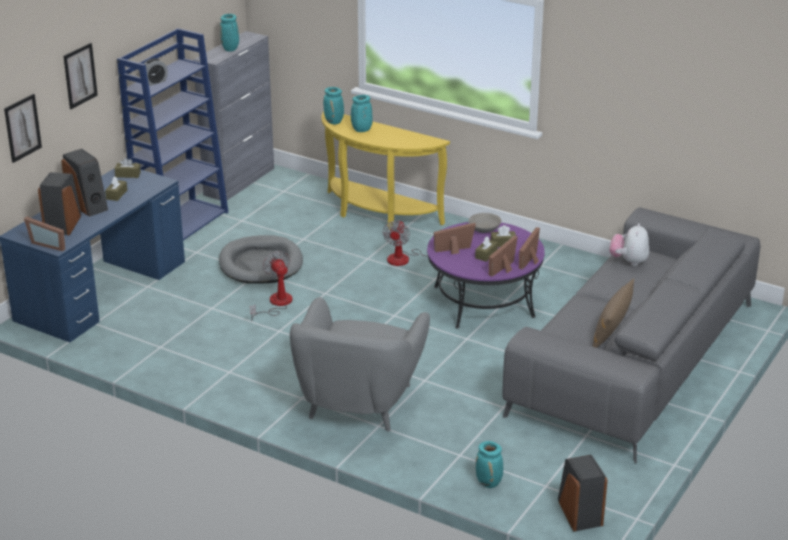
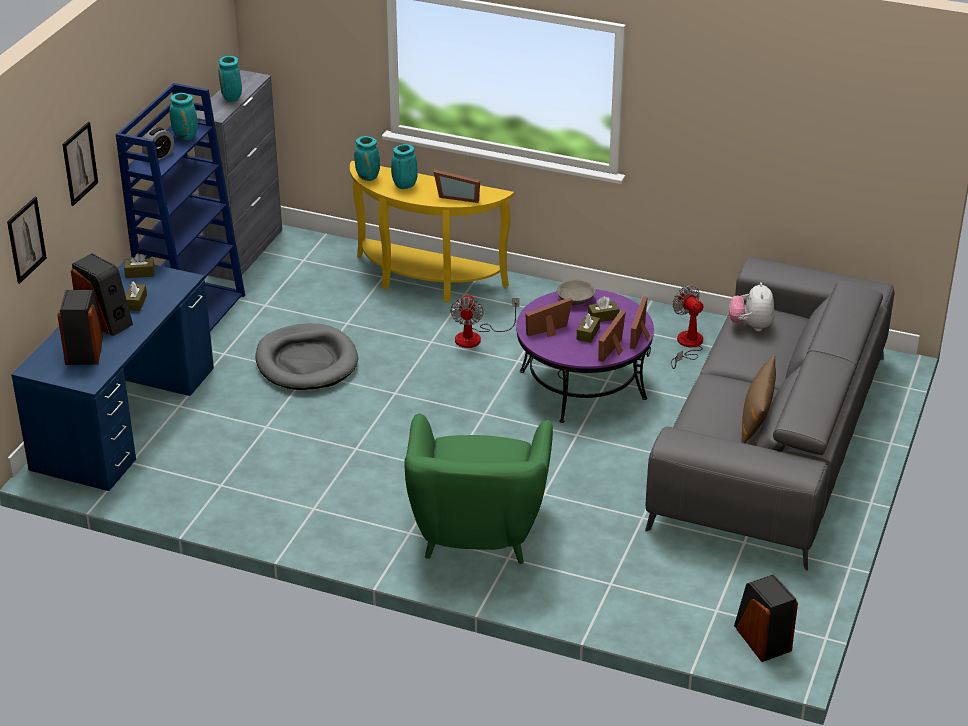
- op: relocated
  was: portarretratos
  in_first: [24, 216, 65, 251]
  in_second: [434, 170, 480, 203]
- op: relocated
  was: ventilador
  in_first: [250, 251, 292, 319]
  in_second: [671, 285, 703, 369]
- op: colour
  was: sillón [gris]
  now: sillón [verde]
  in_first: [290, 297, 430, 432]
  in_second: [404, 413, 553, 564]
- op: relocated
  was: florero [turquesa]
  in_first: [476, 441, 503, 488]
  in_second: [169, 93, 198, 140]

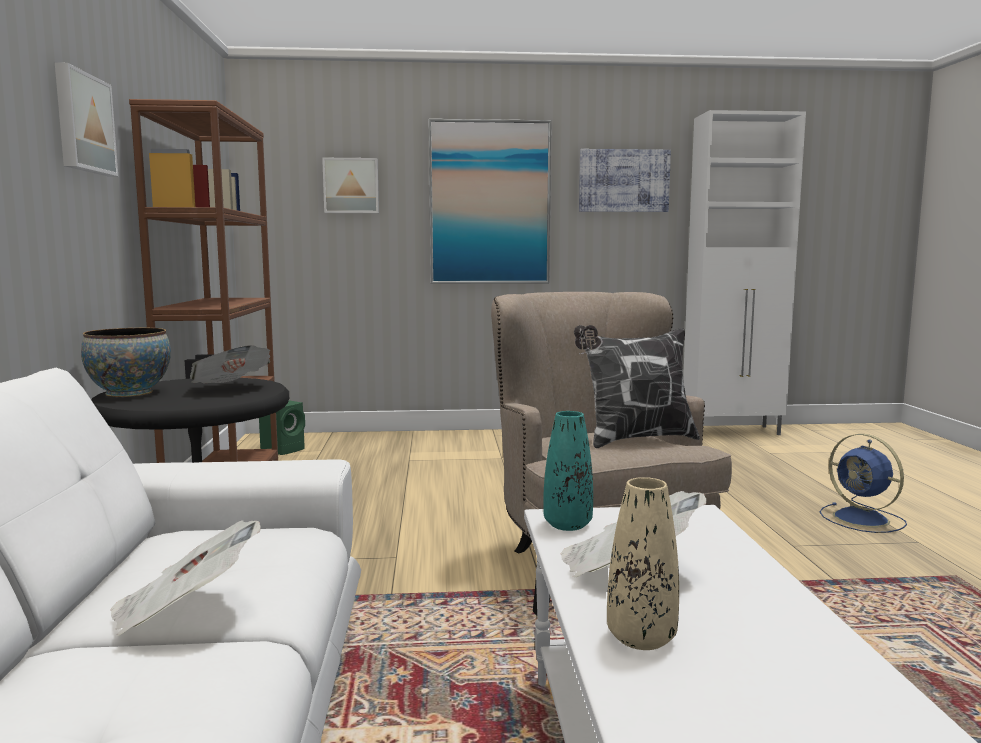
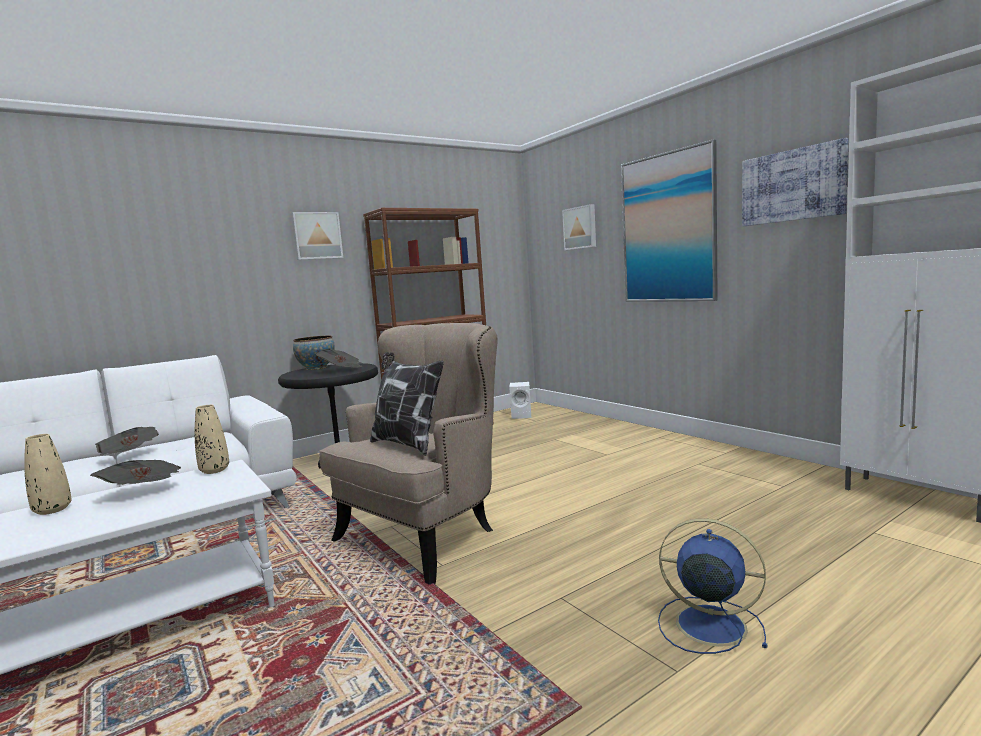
- op: colour
  was: altavoz [verde]
  now: altavoz [blanco]
  in_first: [259, 400, 305, 455]
  in_second: [509, 382, 531, 419]
- op: colour
  was: florero [turquesa]
  now: florero [beis]
  in_first: [543, 411, 593, 531]
  in_second: [195, 405, 229, 474]
- op: spun
  was: ventilador [azul]
  in_first: [820, 434, 907, 533]
  in_second: [658, 518, 768, 654]
  clockwise: 90

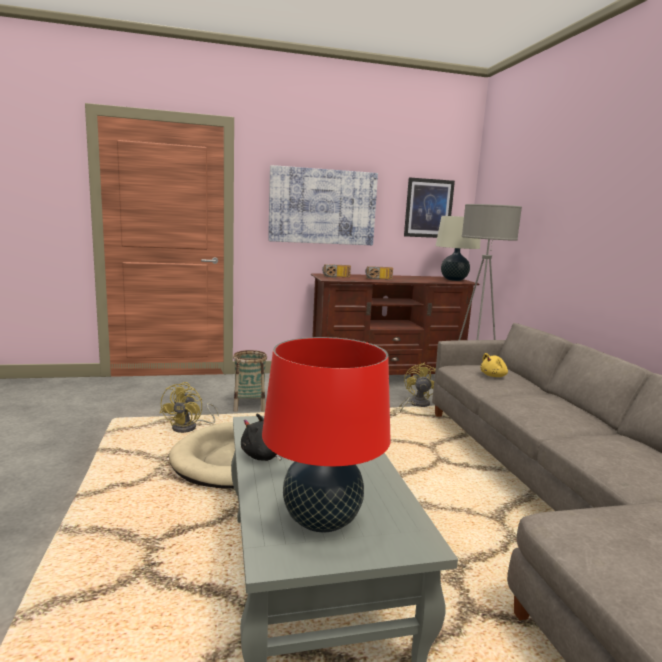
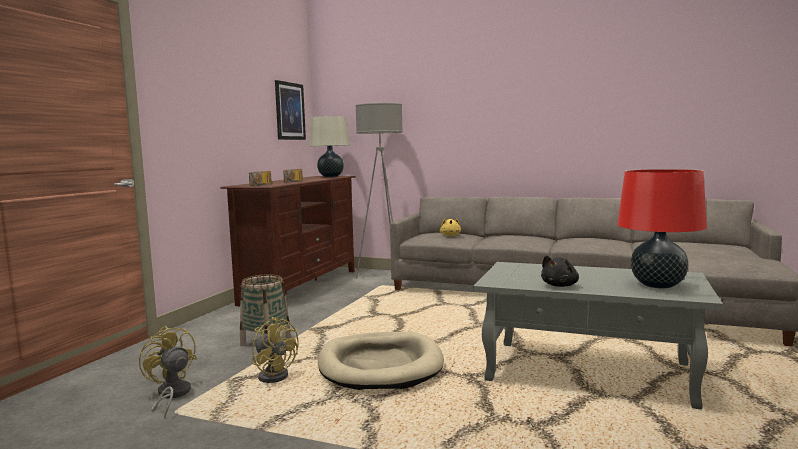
- op: missing
  was: cuadro
  in_first: [268, 165, 378, 245]
- op: relocated
  was: ventilador [amarillo]
  in_first: [399, 362, 436, 412]
  in_second: [139, 326, 197, 418]

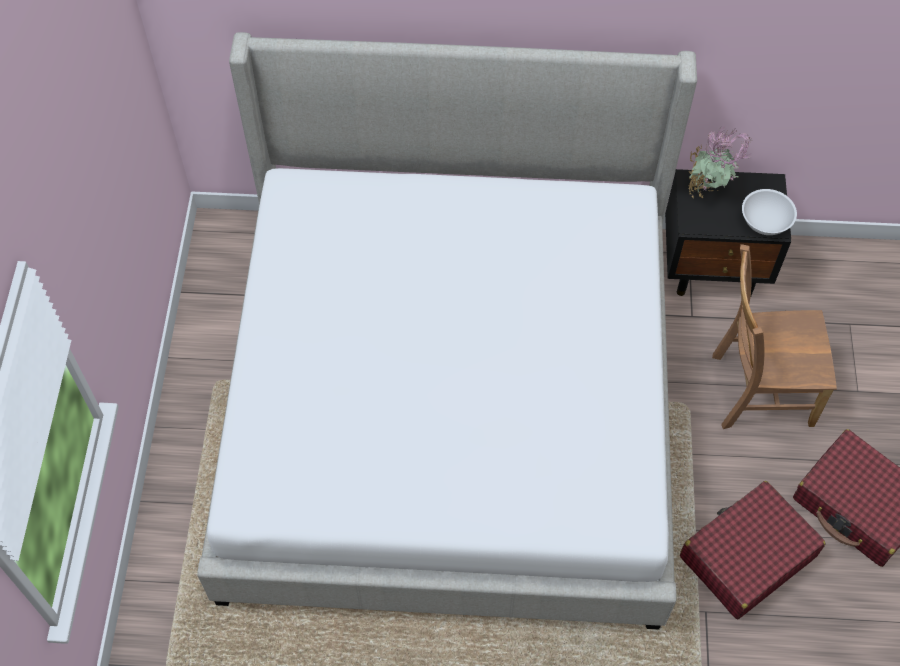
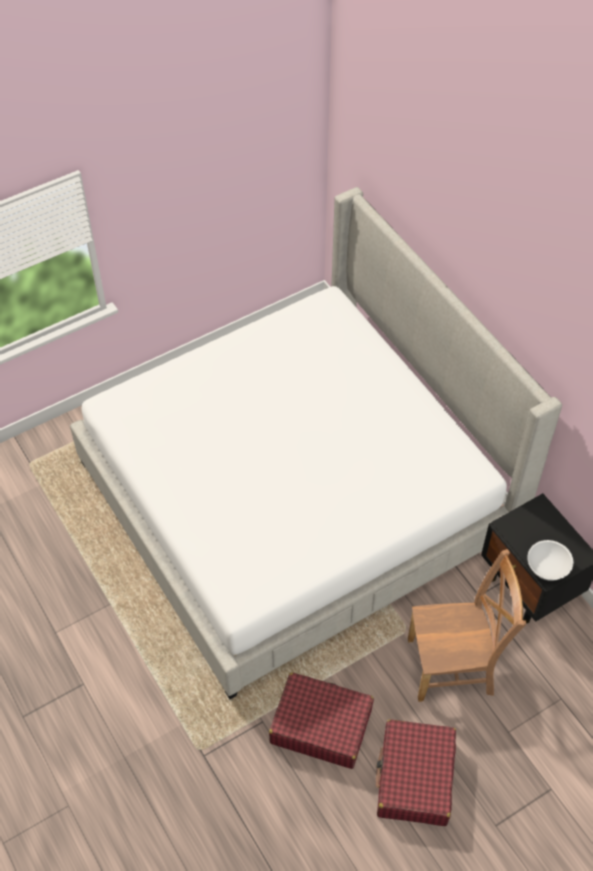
- op: missing
  was: planta en maceta
  in_first: [688, 125, 752, 198]
- op: spun
  was: silla [marrón]
  in_first: [712, 244, 837, 429]
  in_second: [408, 549, 526, 702]
  clockwise: 120

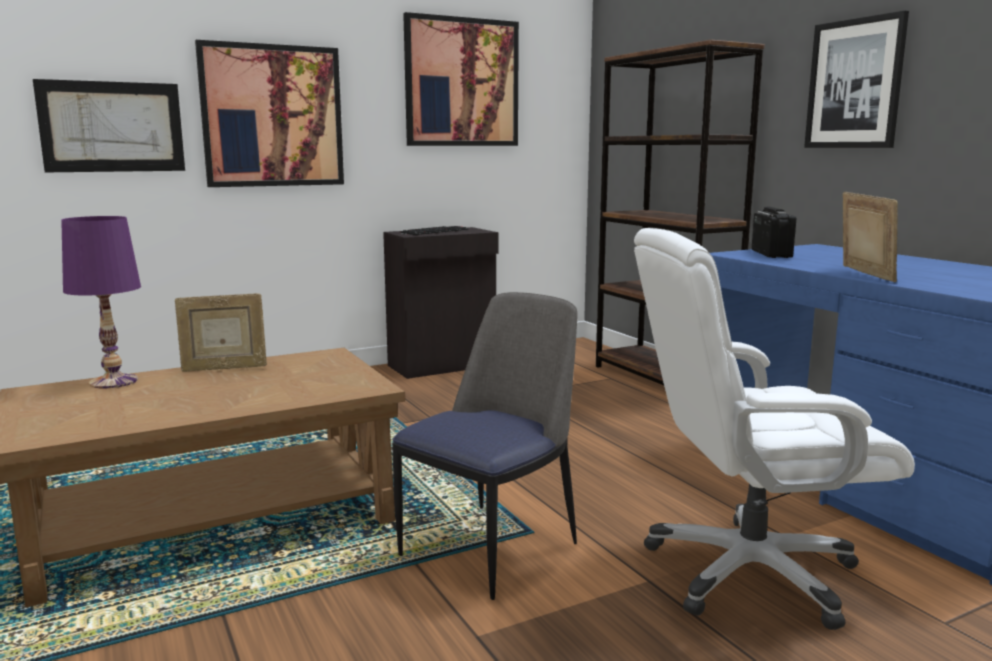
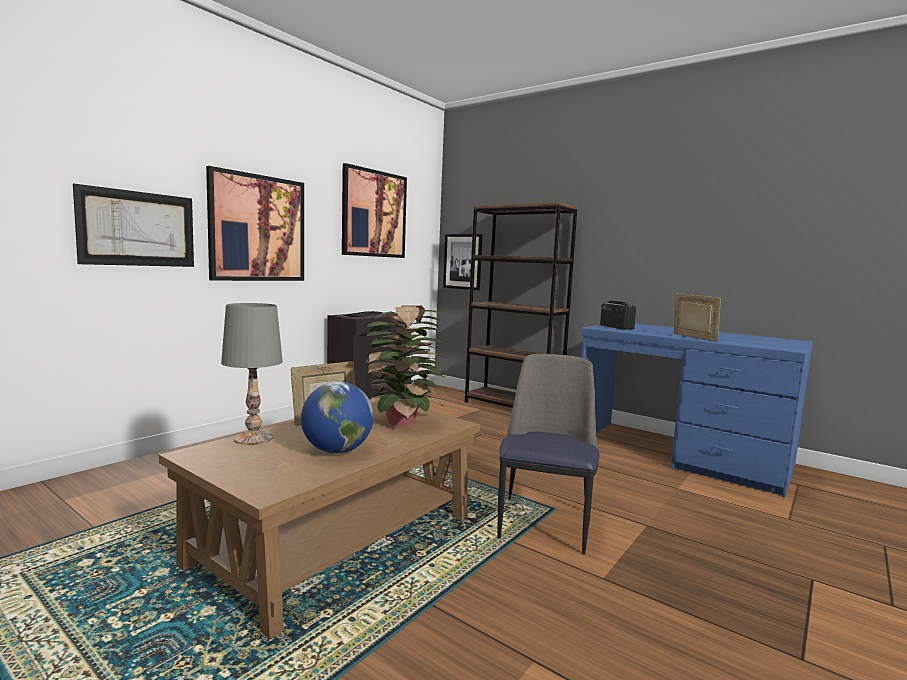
- op: relocated
  was: cuadro
  in_first: [804, 11, 909, 148]
  in_second: [443, 234, 483, 290]
- op: colour
  was: lámpara de mesa [morado]
  now: lámpara de mesa [gris]
  in_first: [61, 216, 141, 389]
  in_second: [221, 303, 283, 445]
- op: missing
  was: silla de oficina [blanco]
  in_first: [634, 228, 915, 630]
- op: appeared
  now: planta en maceta
  in_second: [365, 305, 445, 426]
- op: appeared
  now: globo terráqueo
  in_second: [301, 382, 374, 453]

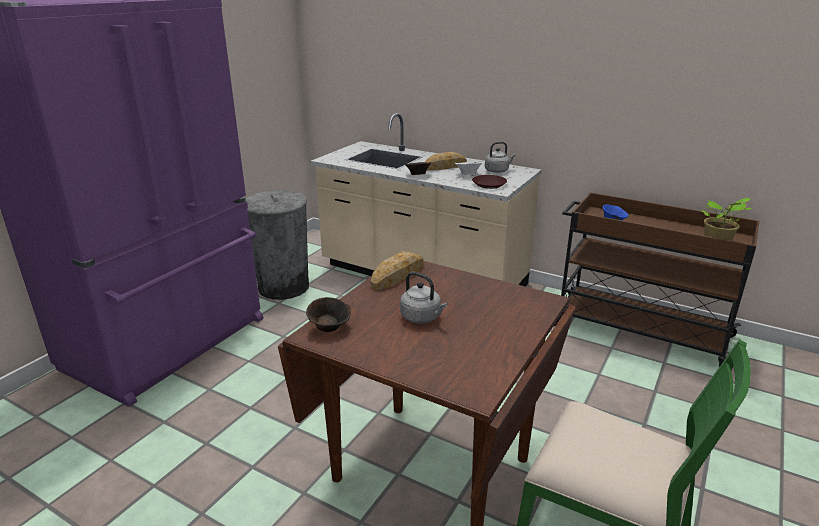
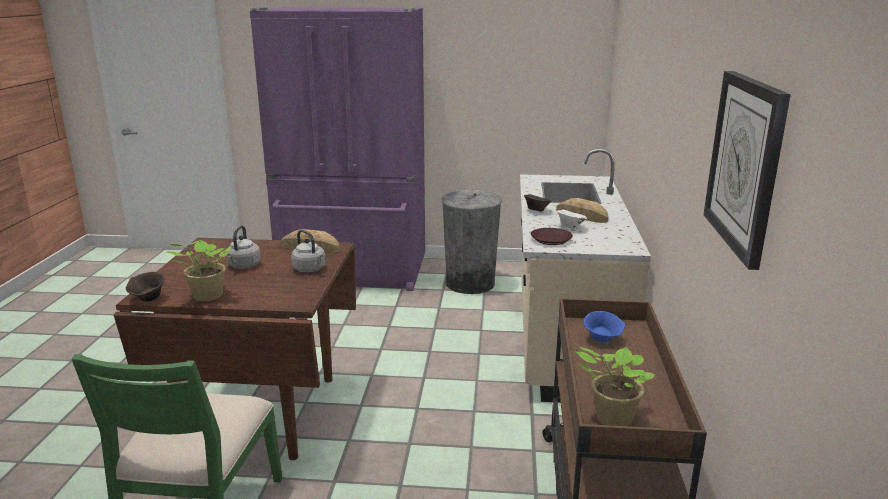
- op: relocated
  was: hervidor [gris]
  in_first: [485, 142, 516, 173]
  in_second: [291, 230, 326, 272]
- op: relocated
  was: cuenco [marrón]
  in_first: [306, 297, 351, 332]
  in_second: [126, 272, 165, 302]
- op: appeared
  now: reloj de pared
  in_second: [704, 71, 791, 270]
- op: appeared
  now: planta en maceta
  in_second: [166, 240, 231, 301]

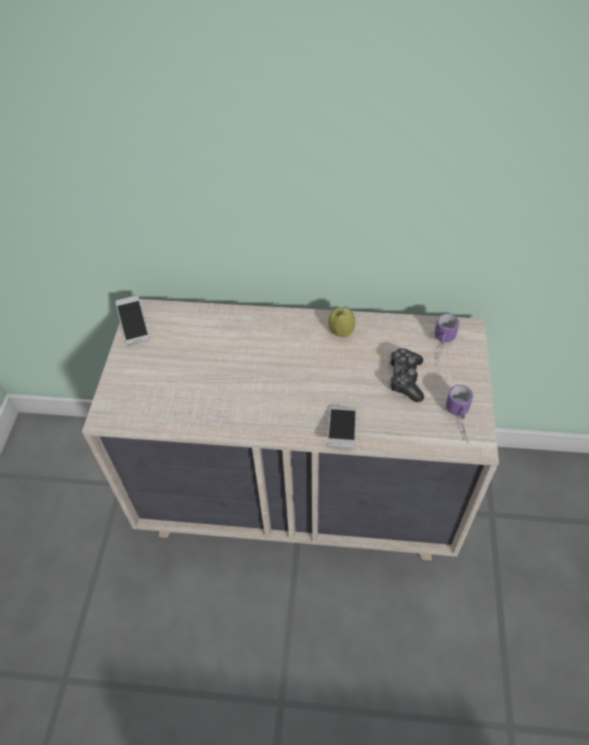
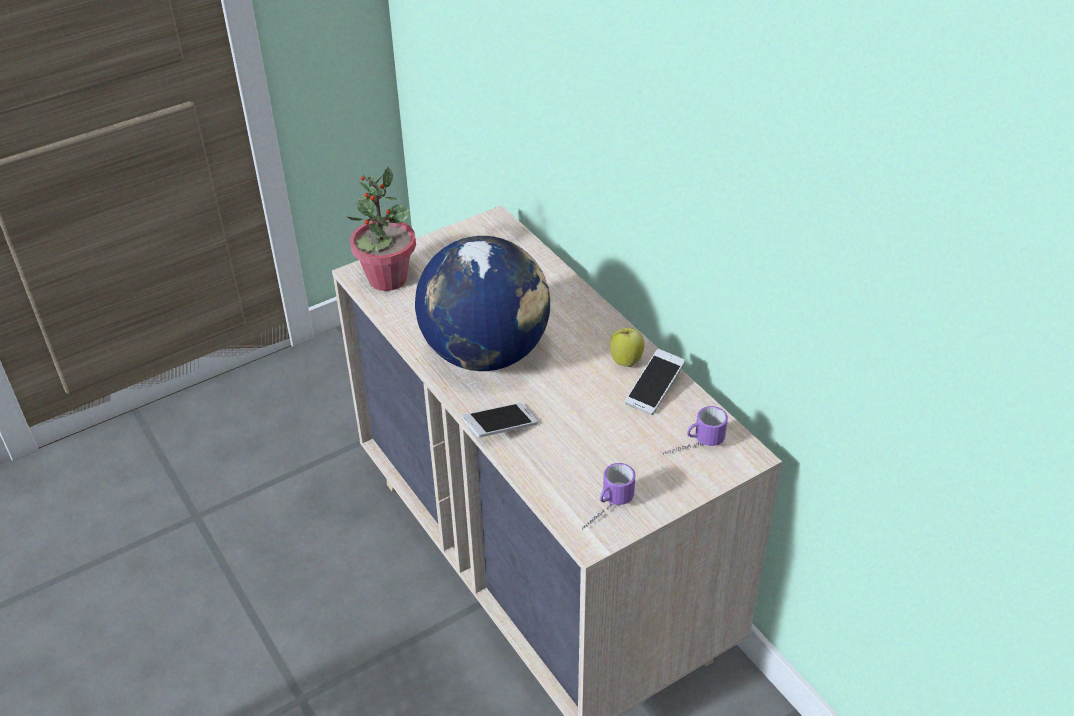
- op: relocated
  was: móvil
  in_first: [115, 295, 150, 346]
  in_second: [625, 349, 685, 415]
- op: missing
  was: mando de consola
  in_first: [389, 348, 424, 402]
- op: appeared
  now: planta en maceta
  in_second: [346, 167, 416, 291]
- op: appeared
  now: globo terráqueo
  in_second: [415, 236, 550, 371]

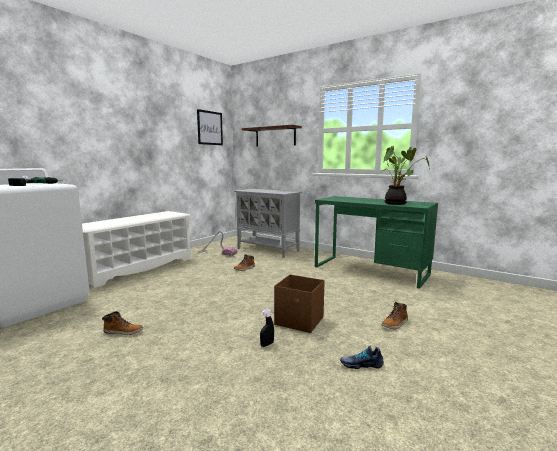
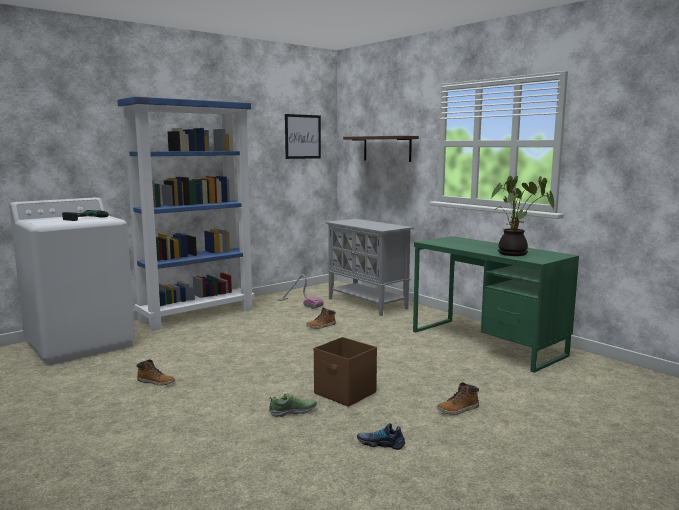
- op: exchanged
  was: zapatero [blanco]
  now: estantería [azul]
  in_first: [82, 211, 191, 288]
  in_second: [118, 97, 255, 331]
- op: exchanged
  was: pulverizador [negro]
  now: zapato
  in_first: [260, 309, 274, 347]
  in_second: [269, 393, 317, 417]

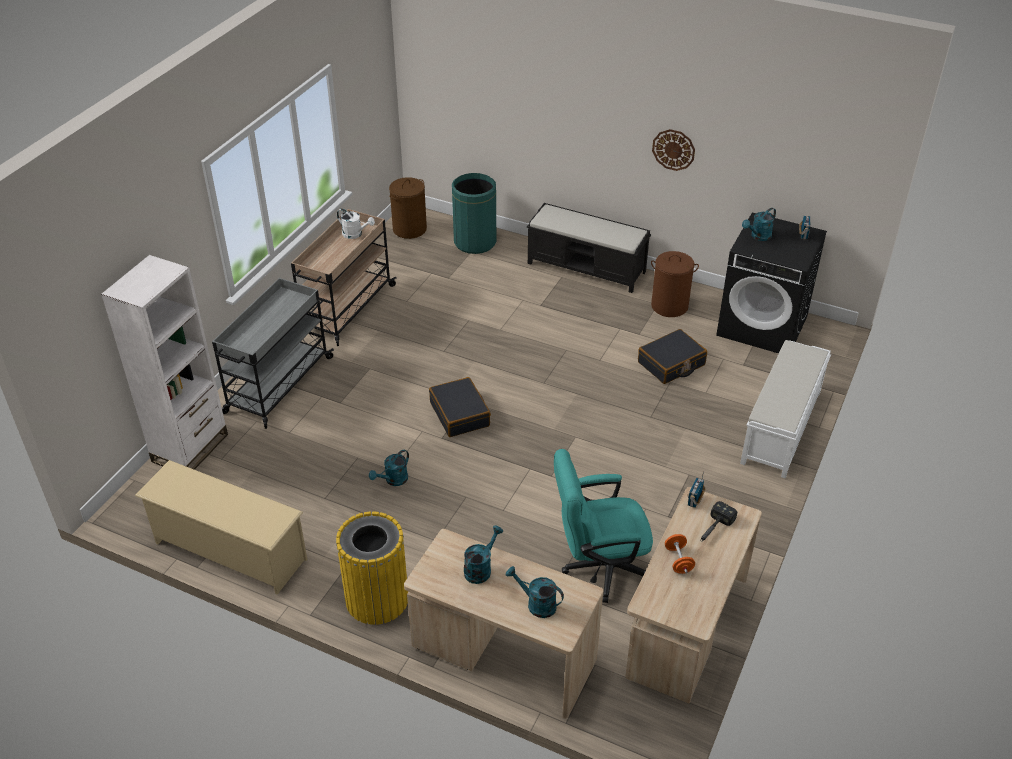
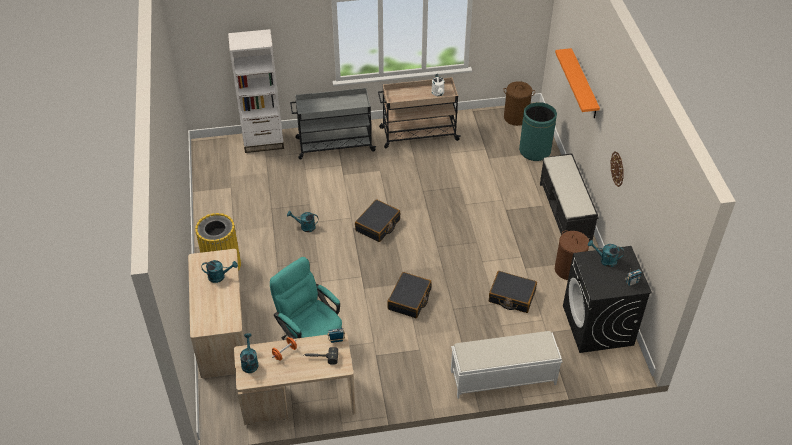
- op: missing
  was: zapatero [beis]
  in_first: [135, 460, 308, 595]
- op: relocated
  was: regadera [turquesa]
  in_first: [506, 566, 564, 618]
  in_second: [240, 333, 258, 373]
- op: appeared
  now: estante [naranja]
  in_second: [555, 48, 600, 118]
- op: appeared
  now: maleta [negro]
  in_second: [387, 272, 432, 318]

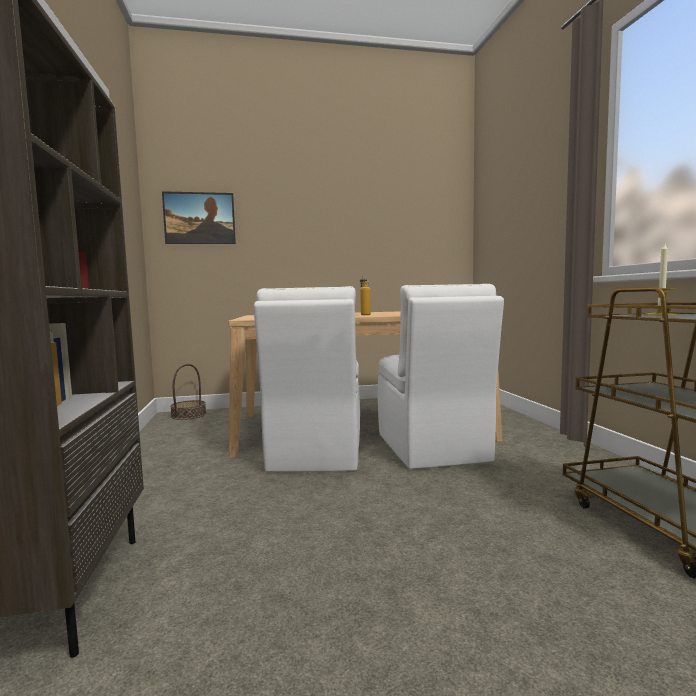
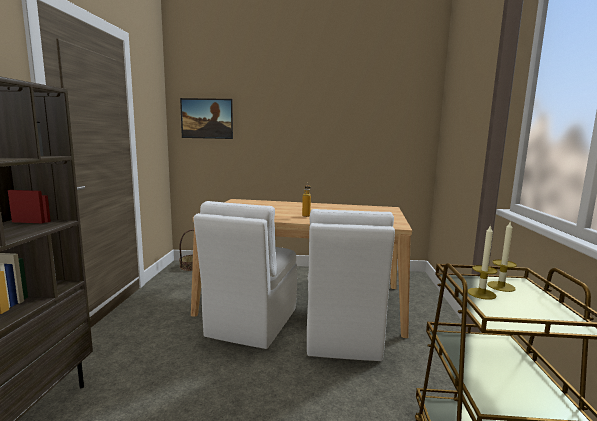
- op: appeared
  now: vela
  in_second: [468, 224, 498, 300]

